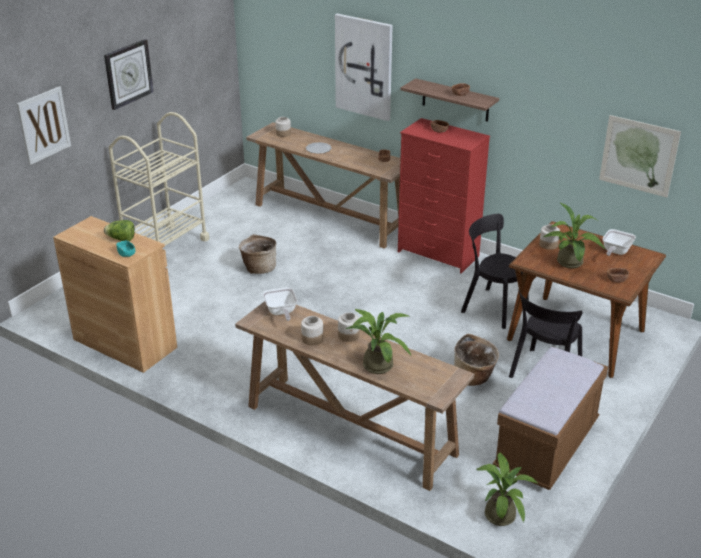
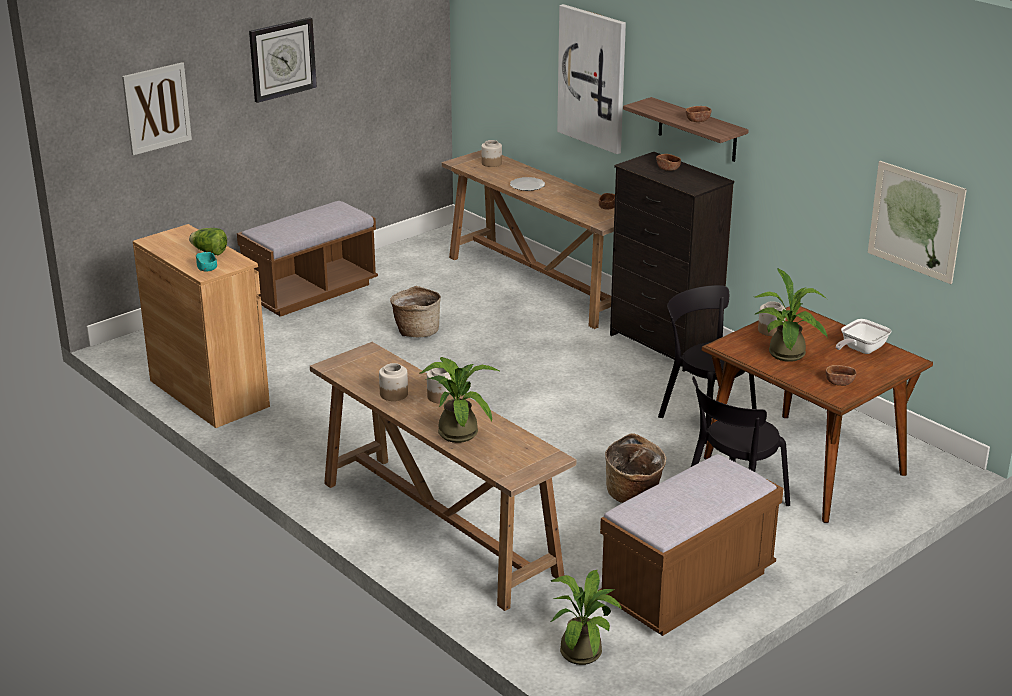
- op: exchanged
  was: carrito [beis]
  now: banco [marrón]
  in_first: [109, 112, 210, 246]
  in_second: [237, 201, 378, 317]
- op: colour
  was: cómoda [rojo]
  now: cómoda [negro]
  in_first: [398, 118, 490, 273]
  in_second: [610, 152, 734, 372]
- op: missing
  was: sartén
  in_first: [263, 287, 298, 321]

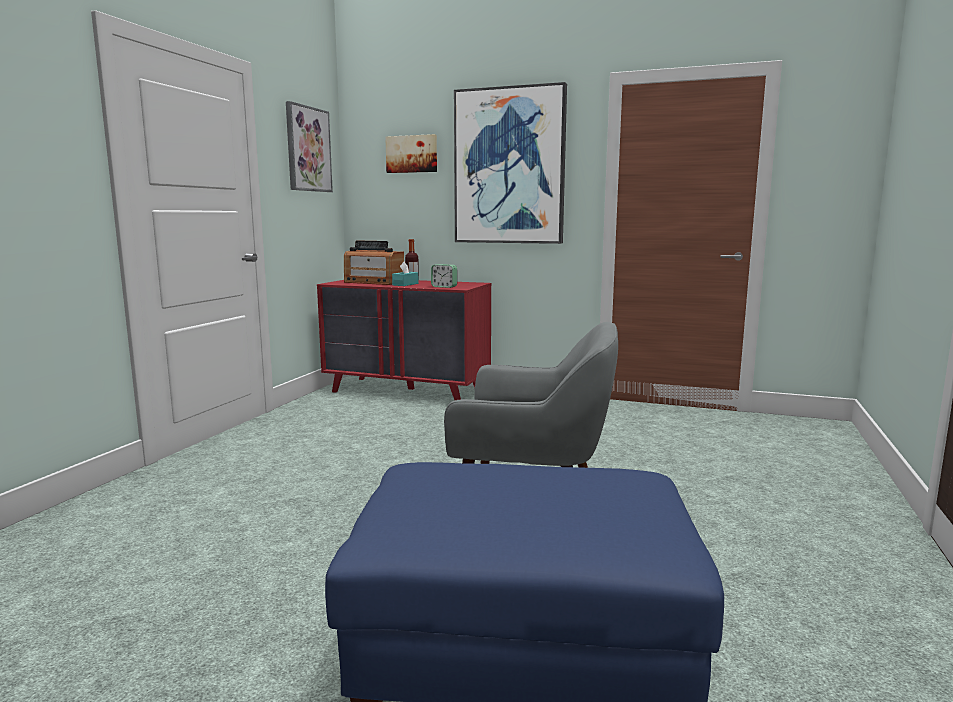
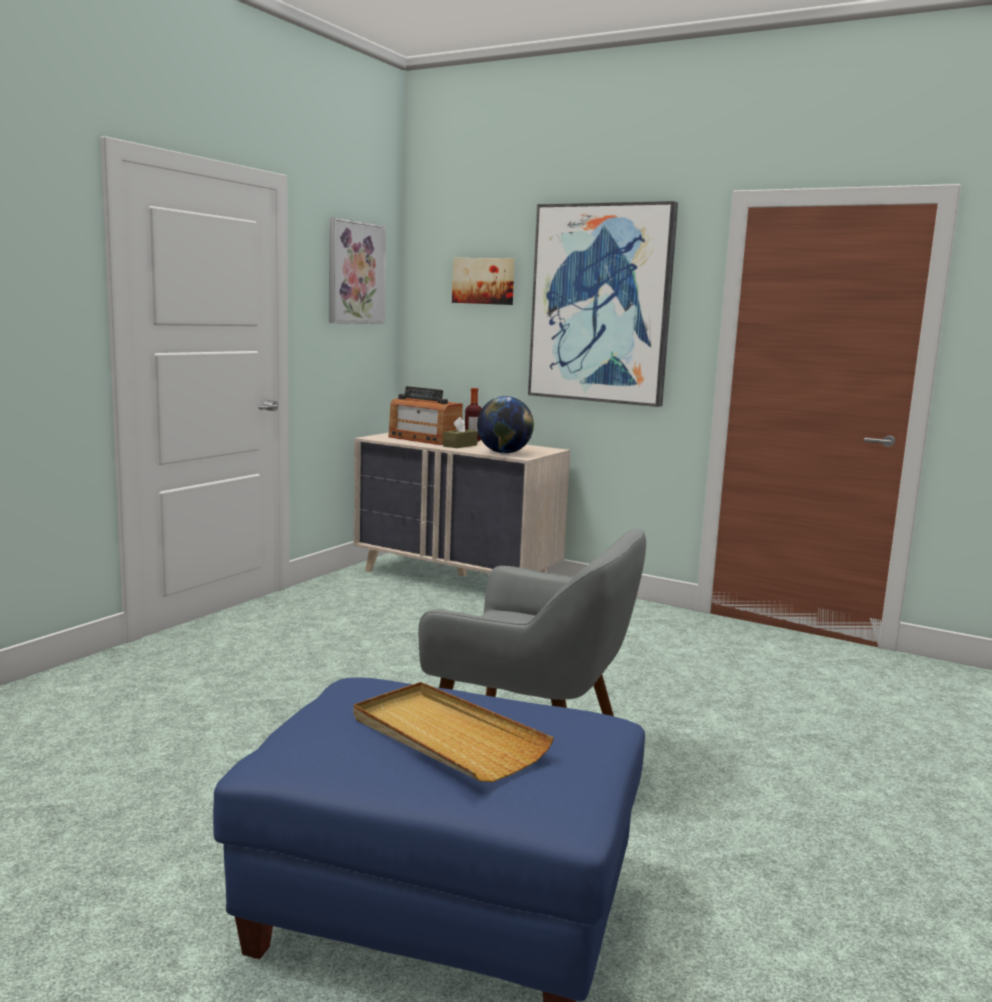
- op: colour
  was: caja de pañuelos [turquesa]
  now: caja de pañuelos [marrón]
  in_first: [392, 262, 419, 286]
  in_second: [443, 417, 478, 448]
- op: exchanged
  was: despertador
  now: globo terráqueo
  in_first: [431, 264, 457, 288]
  in_second: [477, 396, 534, 454]
- op: colour
  was: cómoda [rojo]
  now: cómoda [beis]
  in_first: [317, 280, 491, 400]
  in_second: [353, 433, 570, 577]
- op: appeared
  now: bandeja [beis]
  in_second: [353, 682, 554, 782]

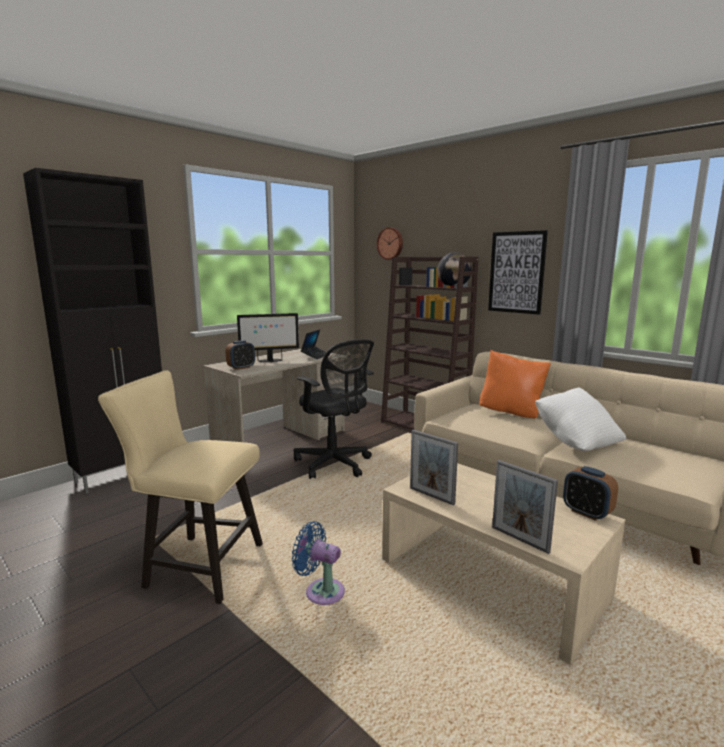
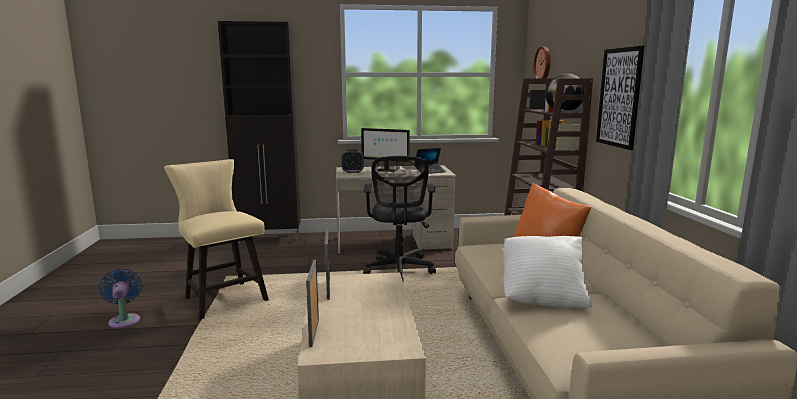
- op: missing
  was: despertador
  in_first: [563, 466, 618, 521]
- op: relocated
  was: ventilador [azul]
  in_first: [292, 521, 345, 605]
  in_second: [99, 269, 142, 328]

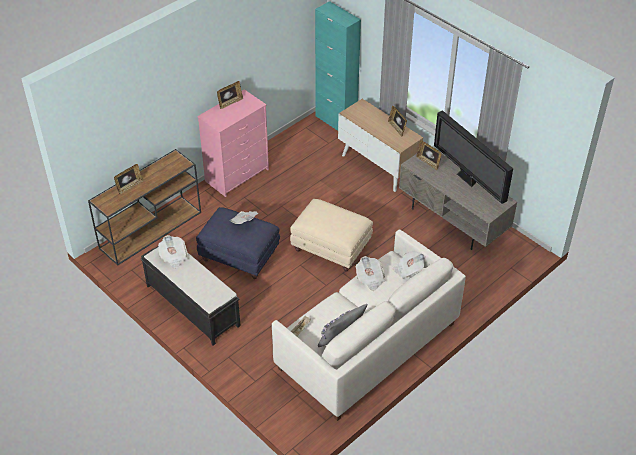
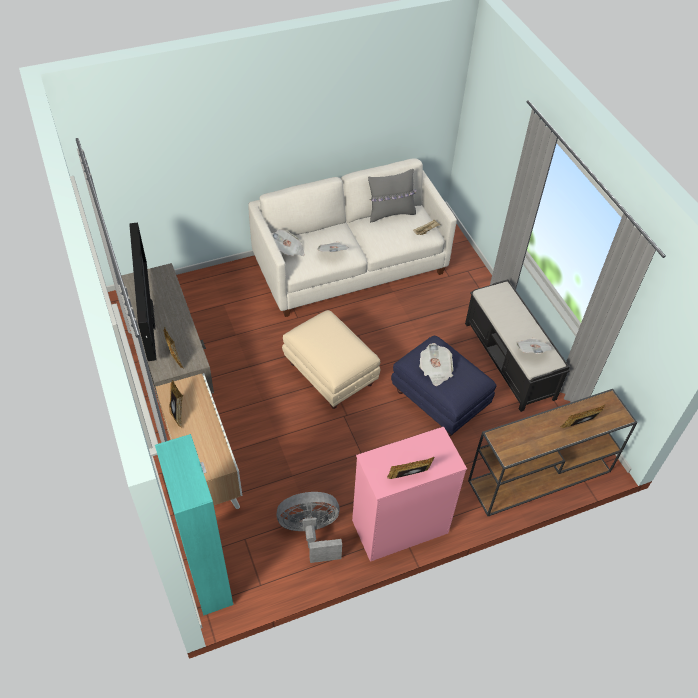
- op: appeared
  now: ventilador [gris]
  in_second: [277, 492, 342, 563]

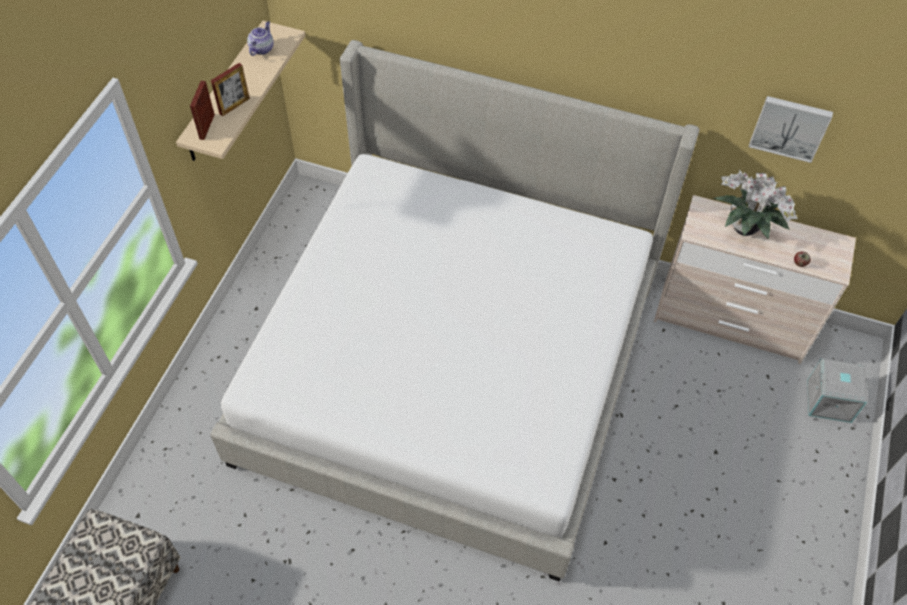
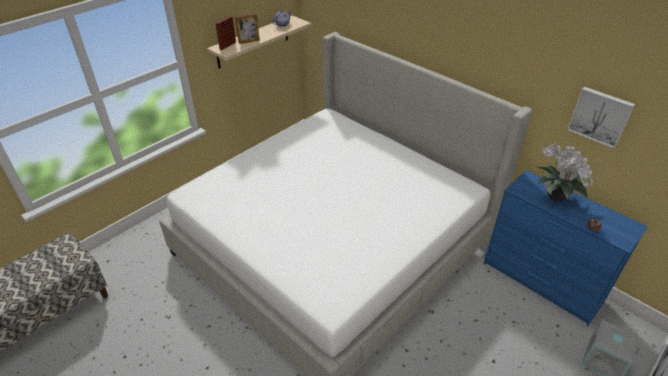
- op: colour
  was: cómoda [beis]
  now: cómoda [azul]
  in_first: [654, 195, 856, 364]
  in_second: [484, 170, 648, 326]

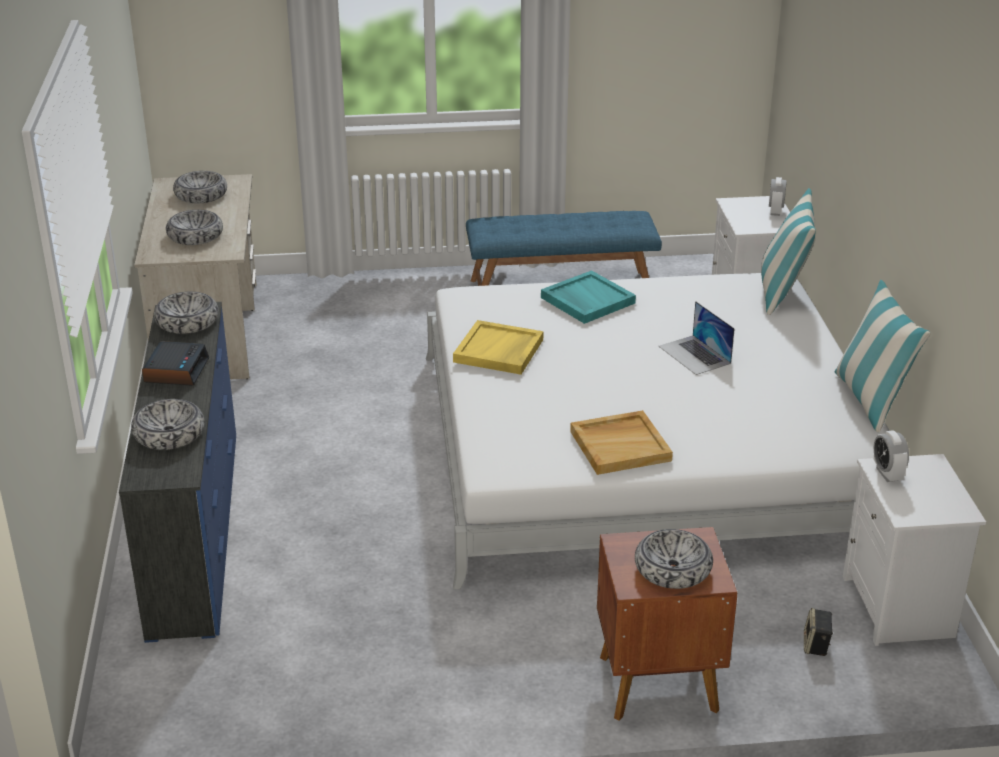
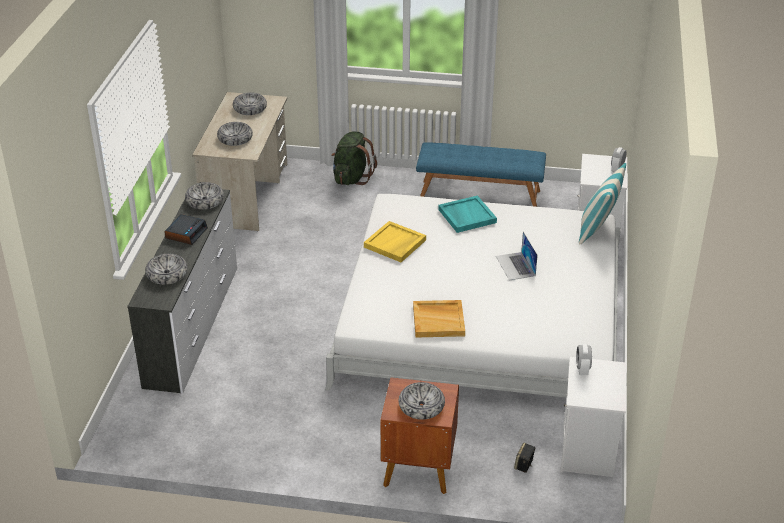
- op: missing
  was: cojín
  in_first: [835, 280, 931, 432]
- op: colour
  was: cómoda [azul]
  now: cómoda [blanco]
  in_first: [119, 302, 236, 643]
  in_second: [127, 189, 237, 394]
- op: appeared
  now: mochila [verde]
  in_second: [331, 131, 377, 185]

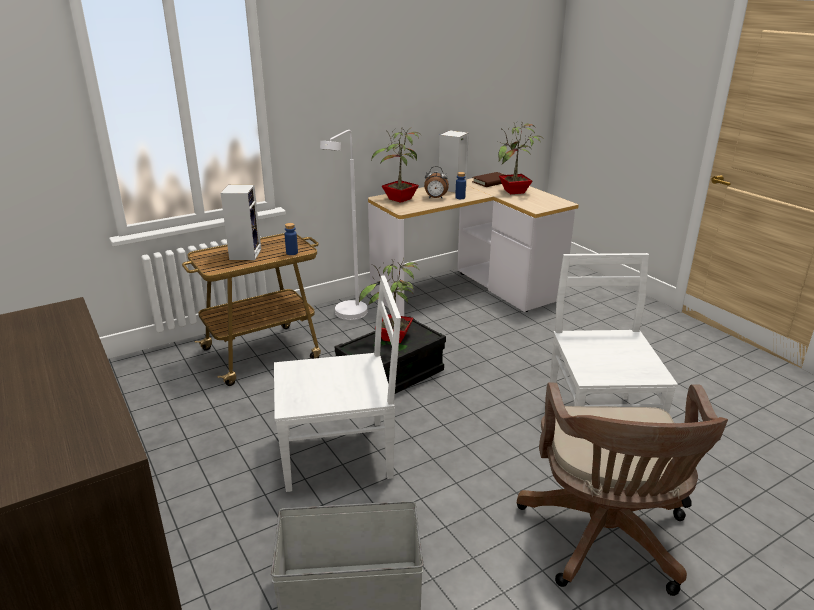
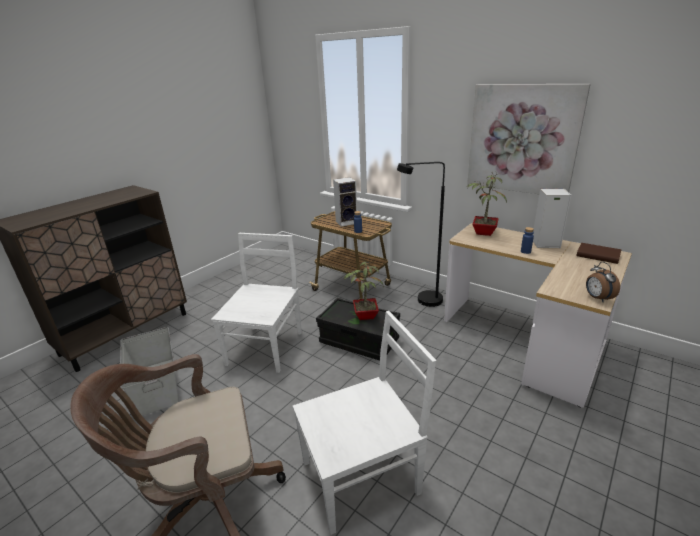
- op: missing
  was: planta en maceta
  in_first: [498, 120, 544, 194]
- op: colour
  was: lámpara de pie [blanco]
  now: lámpara de pie [negro]
  in_first: [320, 130, 368, 320]
  in_second: [397, 162, 445, 307]
- op: relocated
  was: despertador
  in_first: [424, 166, 449, 198]
  in_second: [586, 262, 620, 302]
- op: spun
  was: silla [blanco]
  in_first: [274, 275, 401, 492]
  in_second: [211, 233, 302, 373]
  clockwise: -135
- op: appeared
  now: cuadro
  in_second: [467, 84, 591, 194]

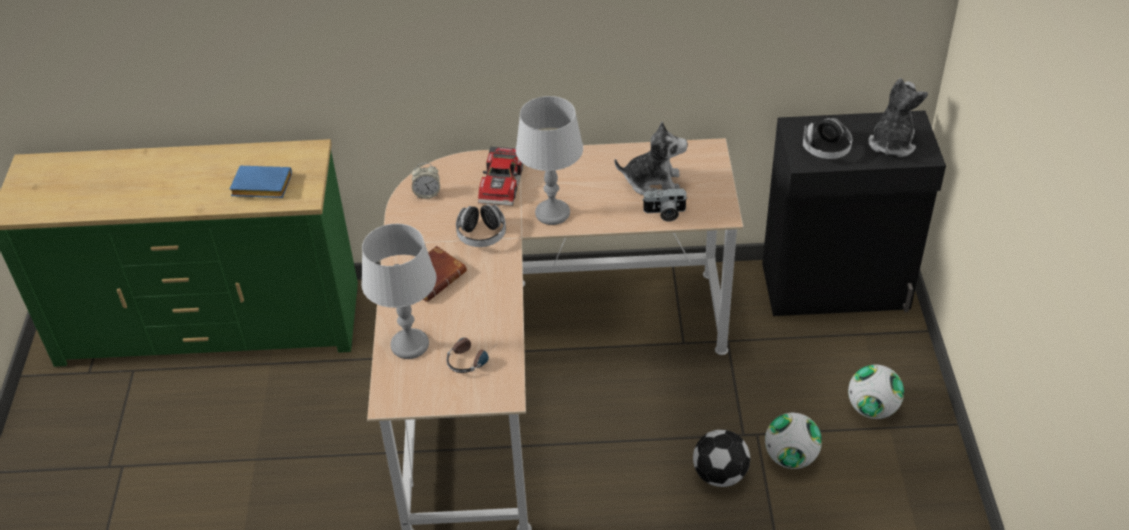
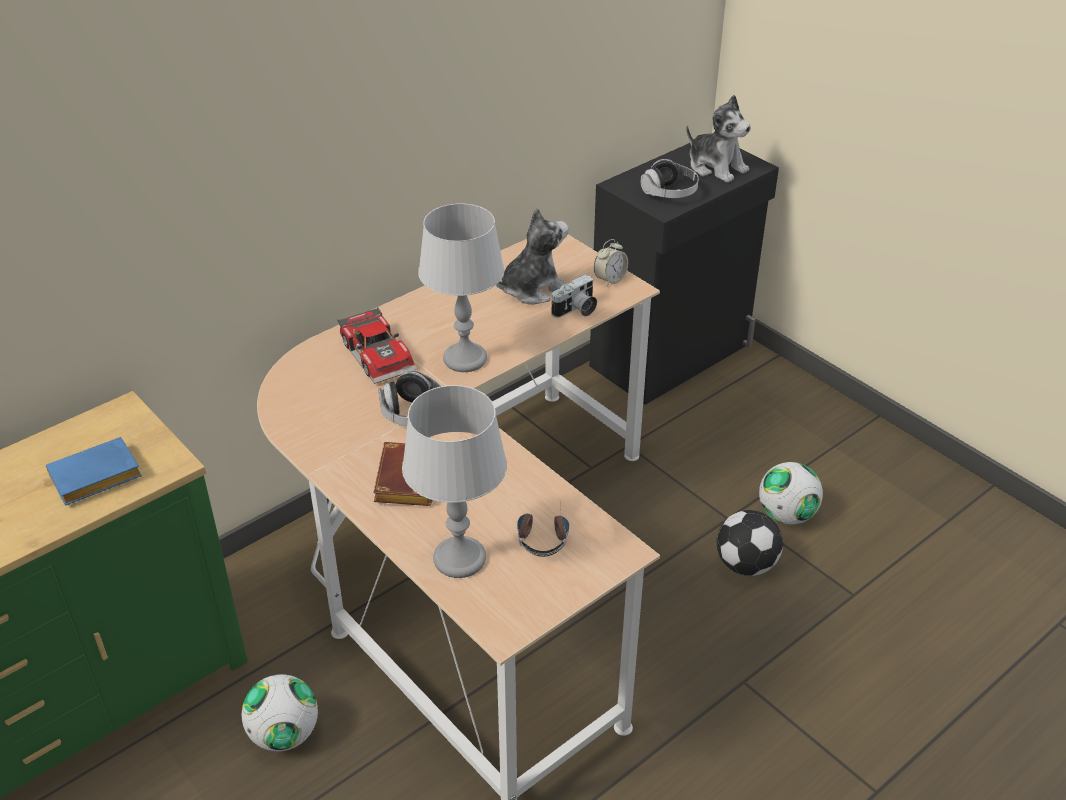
- op: spun
  was: peluche
  in_first: [868, 78, 928, 157]
  in_second: [686, 95, 751, 183]
  clockwise: 150
- op: relocated
  was: despertador
  in_first: [412, 163, 440, 199]
  in_second: [594, 239, 628, 286]
- op: relocated
  was: balón de fútbol
  in_first: [848, 365, 904, 419]
  in_second: [242, 674, 318, 751]

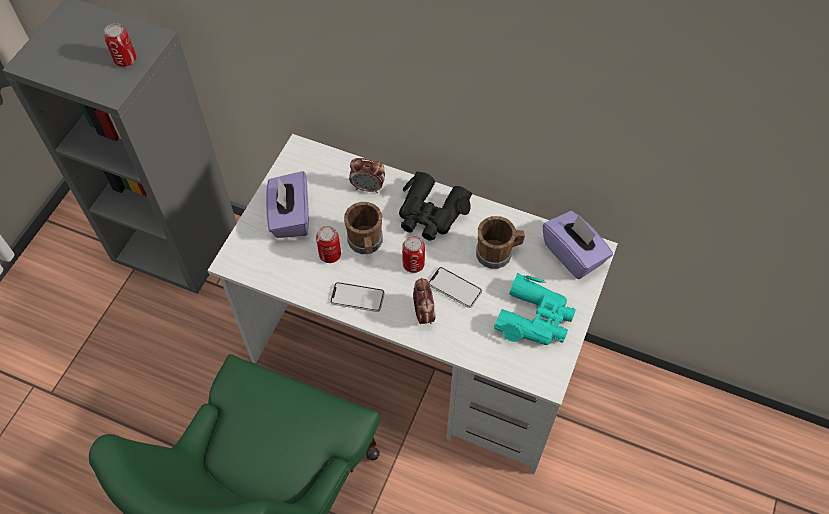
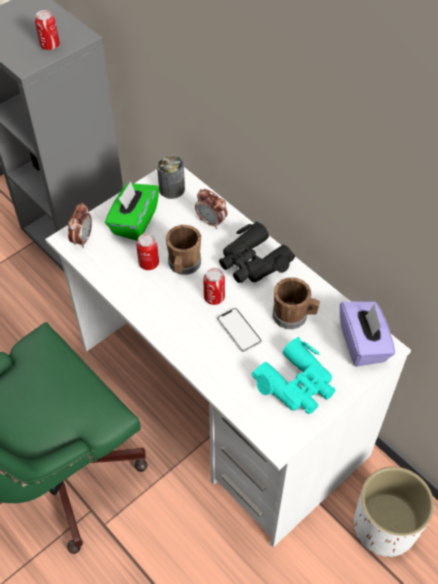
- op: colour
  was: caja de pañuelos [morado]
  now: caja de pañuelos [verde]
  in_first: [266, 171, 309, 238]
  in_second: [105, 181, 159, 241]
- op: relocated
  was: despertador
  in_first: [413, 278, 436, 324]
  in_second: [68, 203, 92, 248]
- op: missing
  was: móvil
  in_first: [330, 282, 385, 312]
- op: appeared
  now: lata
  in_second: [157, 155, 185, 199]
- op: appeared
  now: maceta [blanco]
  in_second: [354, 467, 434, 557]

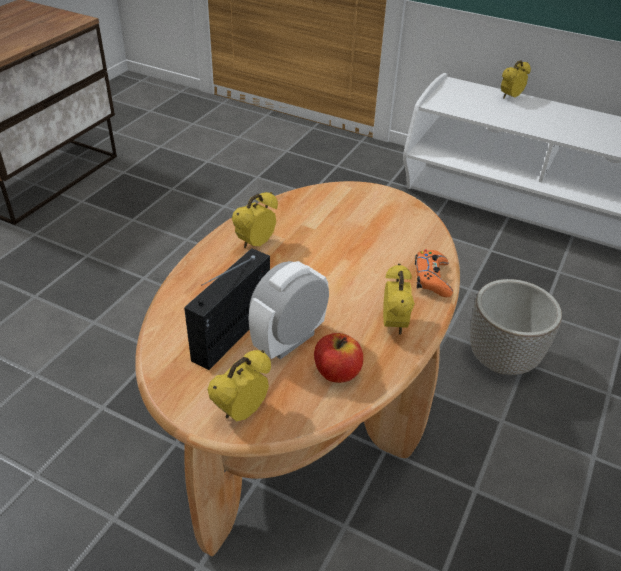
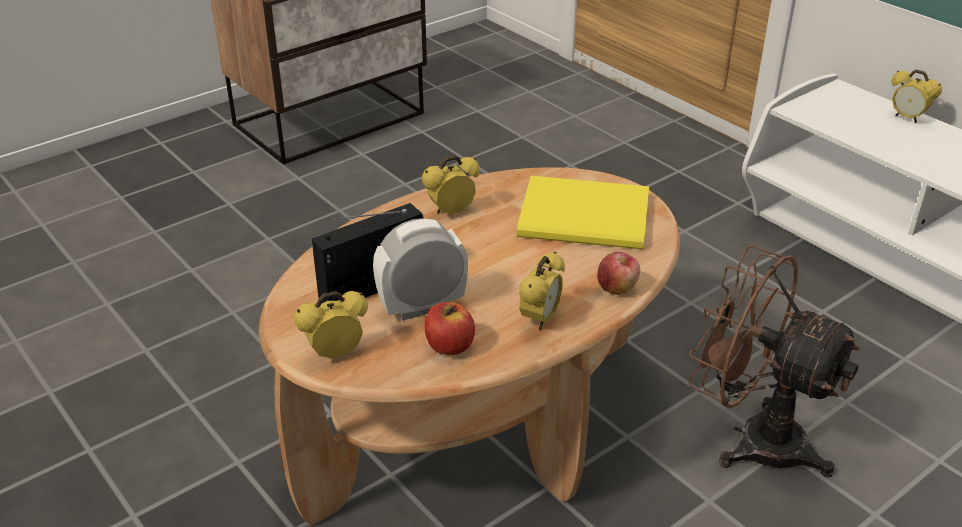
- op: spun
  was: despertador
  in_first: [501, 60, 531, 99]
  in_second: [892, 70, 942, 123]
  clockwise: -120
- op: exchanged
  was: mando de consola [naranja]
  now: manzana
  in_first: [415, 249, 453, 297]
  in_second: [597, 252, 640, 295]
- op: exchanged
  was: maceta
  now: ventilador [marrón]
  in_first: [470, 279, 562, 375]
  in_second: [689, 245, 861, 477]
- op: appeared
  now: libro [amarillo]
  in_second: [517, 176, 649, 249]

